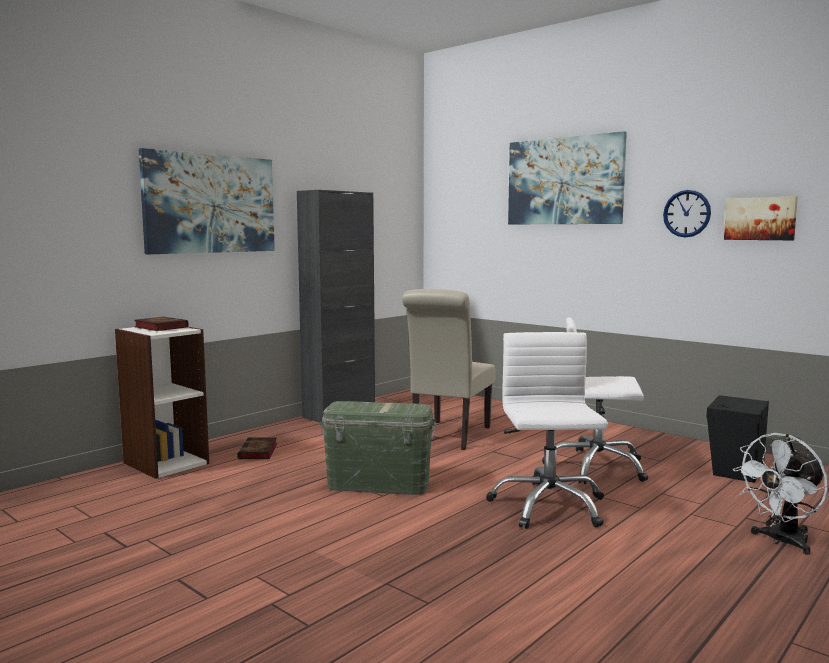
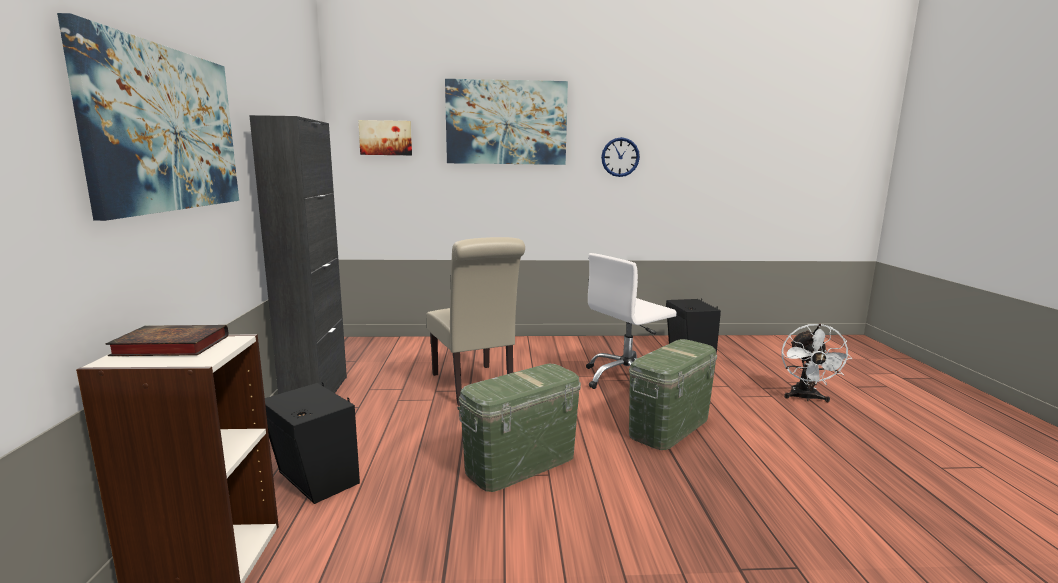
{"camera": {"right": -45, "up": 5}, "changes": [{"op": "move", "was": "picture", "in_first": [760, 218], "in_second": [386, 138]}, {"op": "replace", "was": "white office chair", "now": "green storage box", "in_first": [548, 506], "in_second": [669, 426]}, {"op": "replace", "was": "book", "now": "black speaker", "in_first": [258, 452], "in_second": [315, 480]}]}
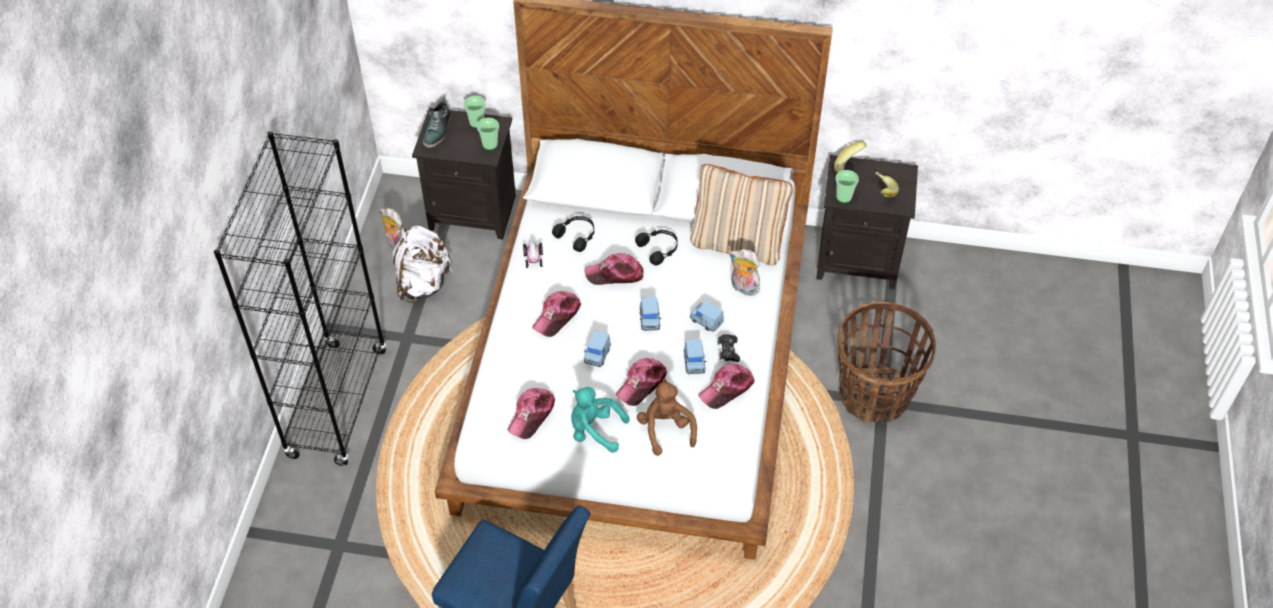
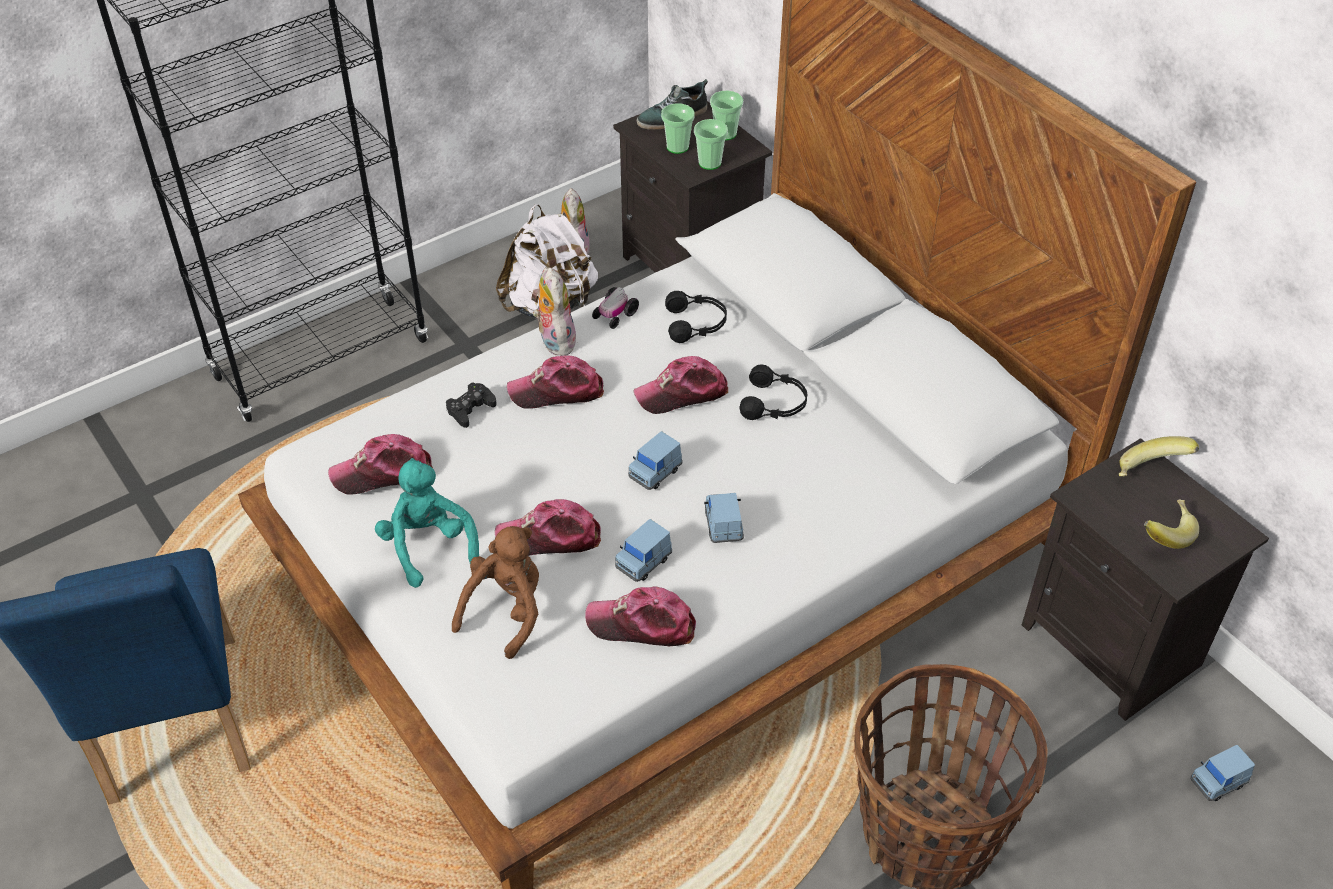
{"camera": {"right": 45, "up": -5}, "changes": [{"op": "delete", "was": "beige pillow", "in_first": [737, 243]}, {"op": "move", "was": "cup", "in_first": [844, 197], "in_second": [677, 147]}, {"op": "move", "was": "plush toy", "in_first": [743, 288], "in_second": [555, 340]}, {"op": "rotate", "was": "cap", "in_first": [614, 274], "in_second": [682, 393], "clockwise": -60}, {"op": "move", "was": "blue toy car", "in_first": [597, 355], "in_second": [1218, 782]}, {"op": "move", "was": "black game controller", "in_first": [728, 351], "in_second": [470, 409]}]}
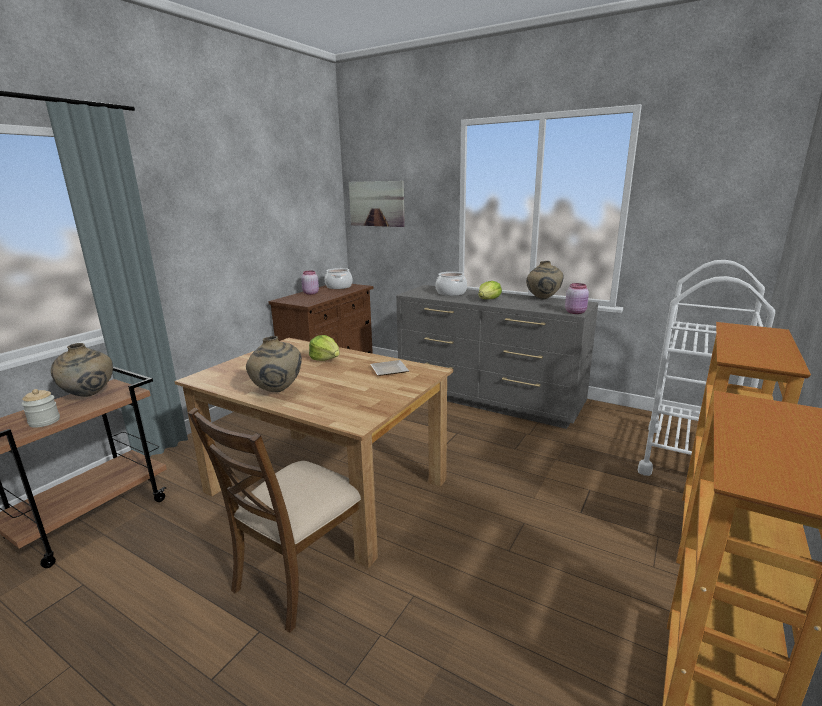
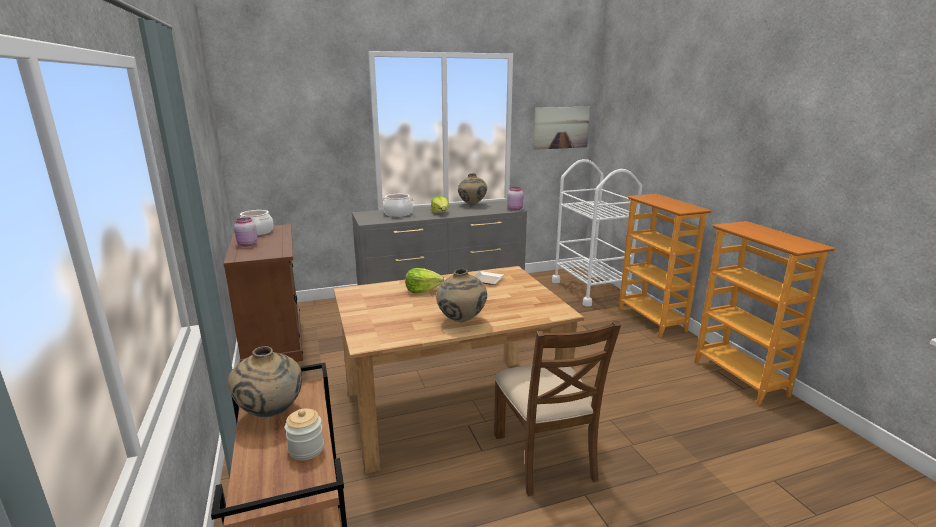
{"camera": {"right": -50, "up": 0}, "changes": [{"op": "move", "was": "picture", "in_first": [376, 203], "in_second": [561, 127]}]}
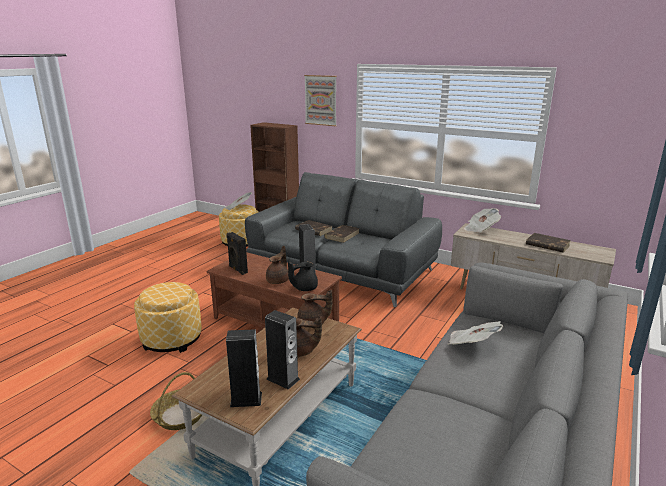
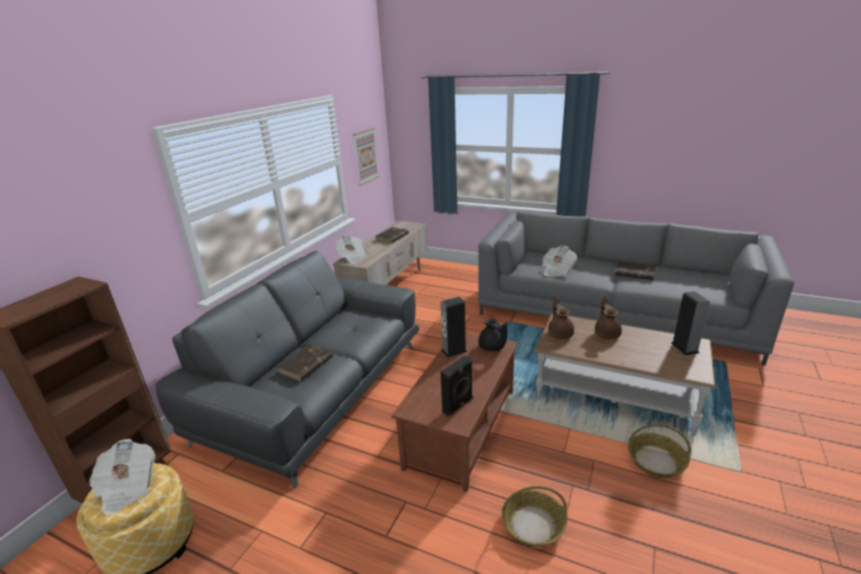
{"camera": {"right": -95, "up": 5}, "changes": [{"op": "move", "was": "picture", "in_first": [321, 100], "in_second": [365, 156]}, {"op": "move", "was": "brown book", "in_first": [342, 235], "in_second": [634, 273]}, {"op": "delete", "was": "brown teapot", "in_first": [278, 280]}, {"op": "replace", "was": "ottoman", "now": "basket", "in_first": [172, 339], "in_second": [532, 525]}, {"op": "delete", "was": "speaker", "in_first": [283, 379]}]}
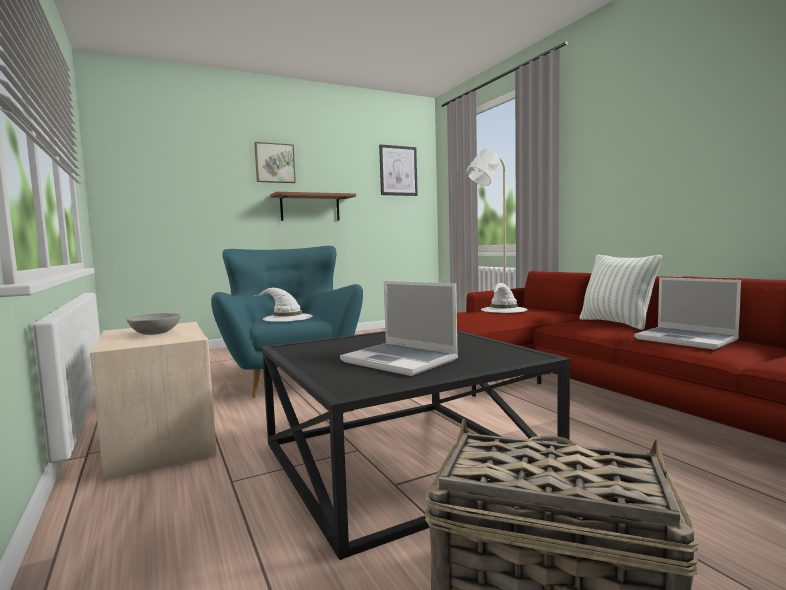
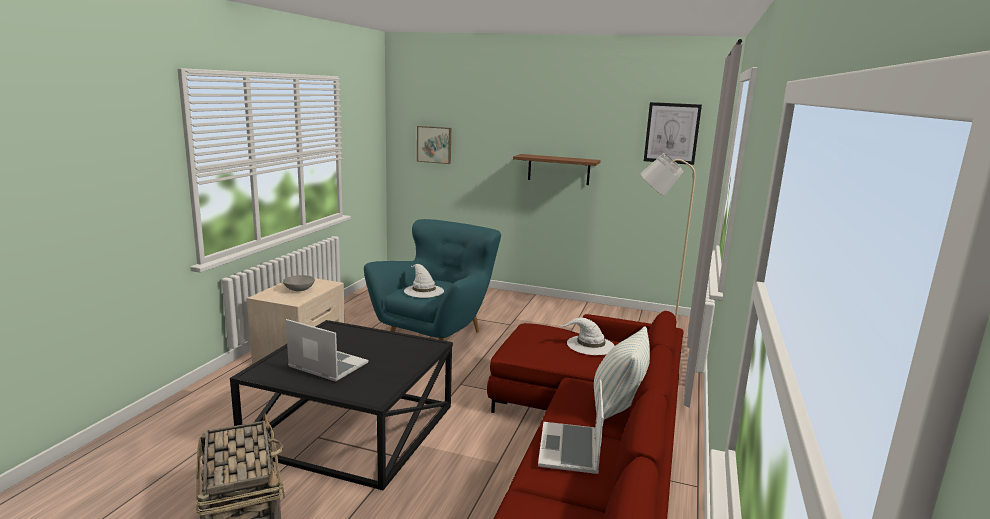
{"camera": {"right": 45, "up": 10}, "changes": [{"op": "move", "was": "picture", "in_first": [274, 163], "in_second": [434, 144]}, {"op": "rotate", "was": "laptop", "in_first": [401, 361], "in_second": [326, 366], "clockwise": 120}]}
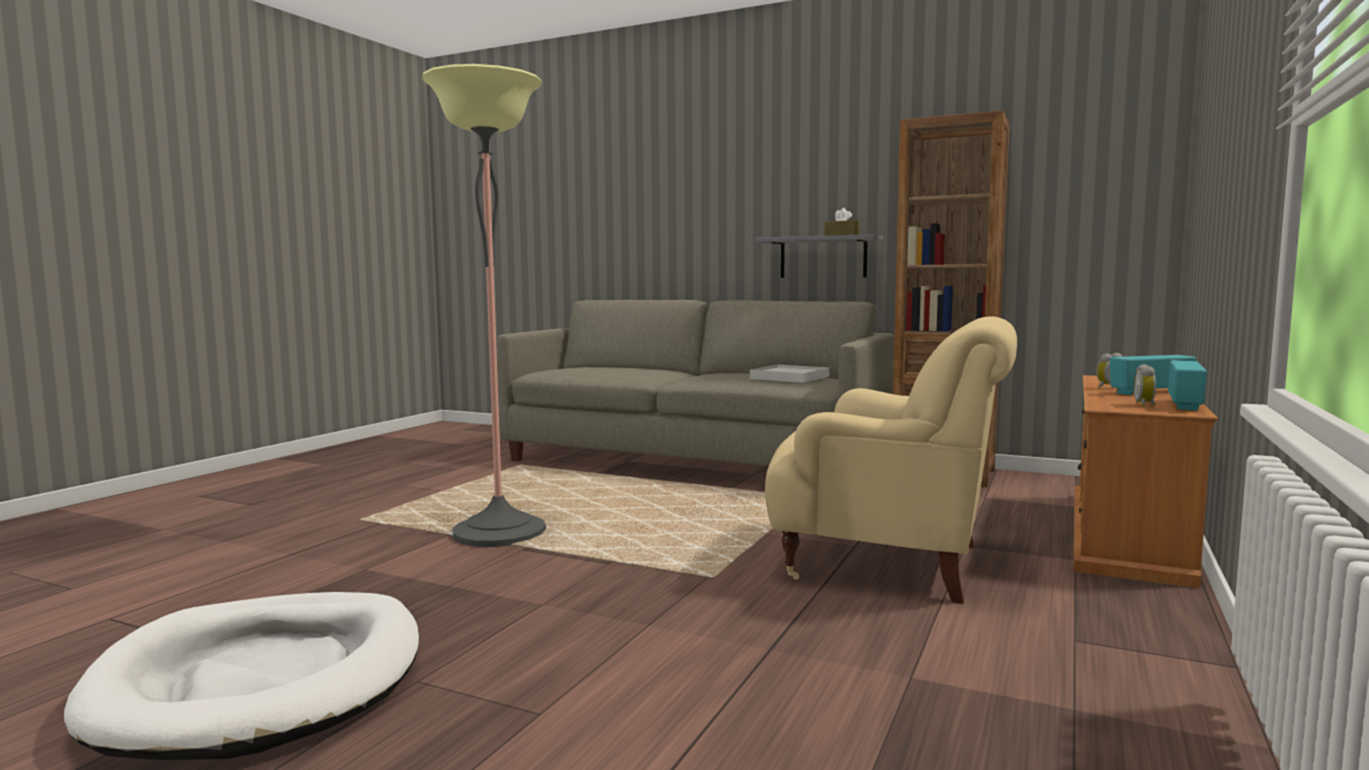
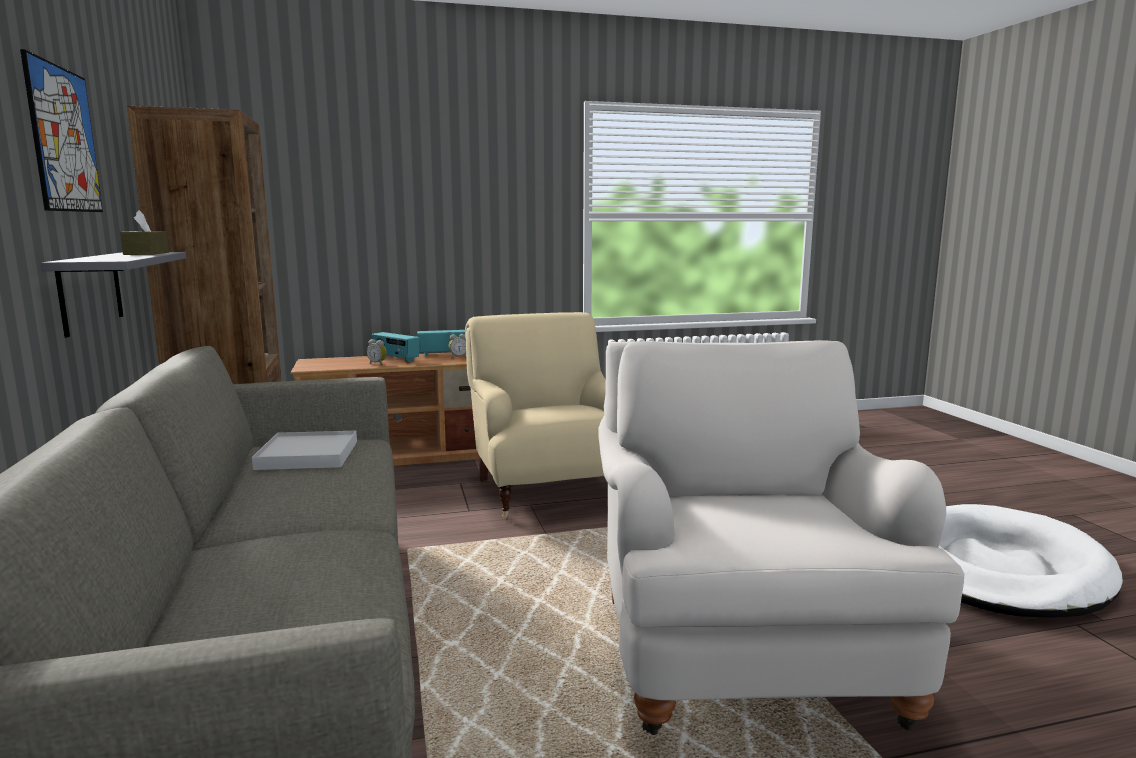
{"camera": {"right": -130, "up": 5}, "changes": [{"op": "replace", "was": "floor lamp", "now": "white armchair", "in_first": [499, 532], "in_second": [739, 647]}, {"op": "insert", "now": "picture", "in_second": [64, 139]}]}
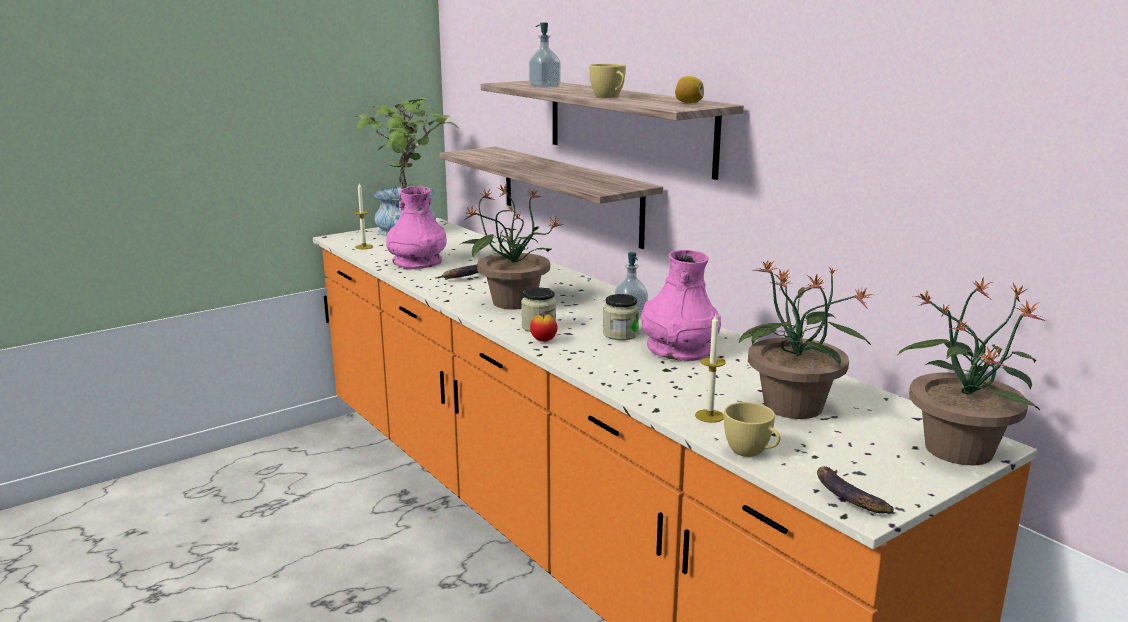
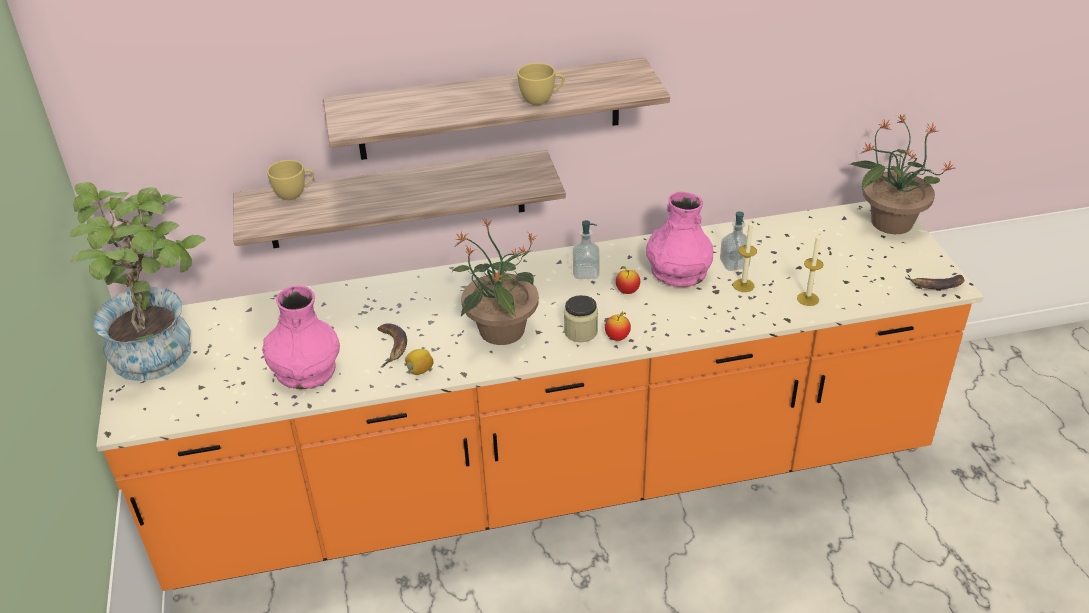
{"camera": {"right": -65, "up": 20}, "changes": [{"op": "move", "was": "soap dispenser", "in_first": [544, 86], "in_second": [734, 264]}, {"op": "move", "was": "lemon", "in_first": [688, 103], "in_second": [420, 370]}, {"op": "move", "was": "candle", "in_first": [364, 247], "in_second": [743, 285]}, {"op": "delete", "was": "potted plant", "in_first": [793, 407]}, {"op": "replace", "was": "jar", "now": "apple", "in_first": [620, 334], "in_second": [627, 291]}, {"op": "move", "was": "yellow cup", "in_first": [751, 452], "in_second": [295, 194]}]}
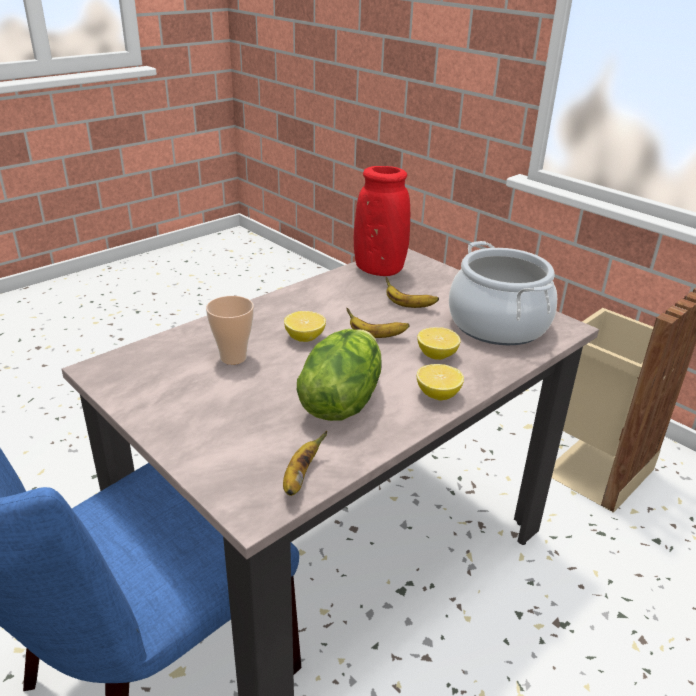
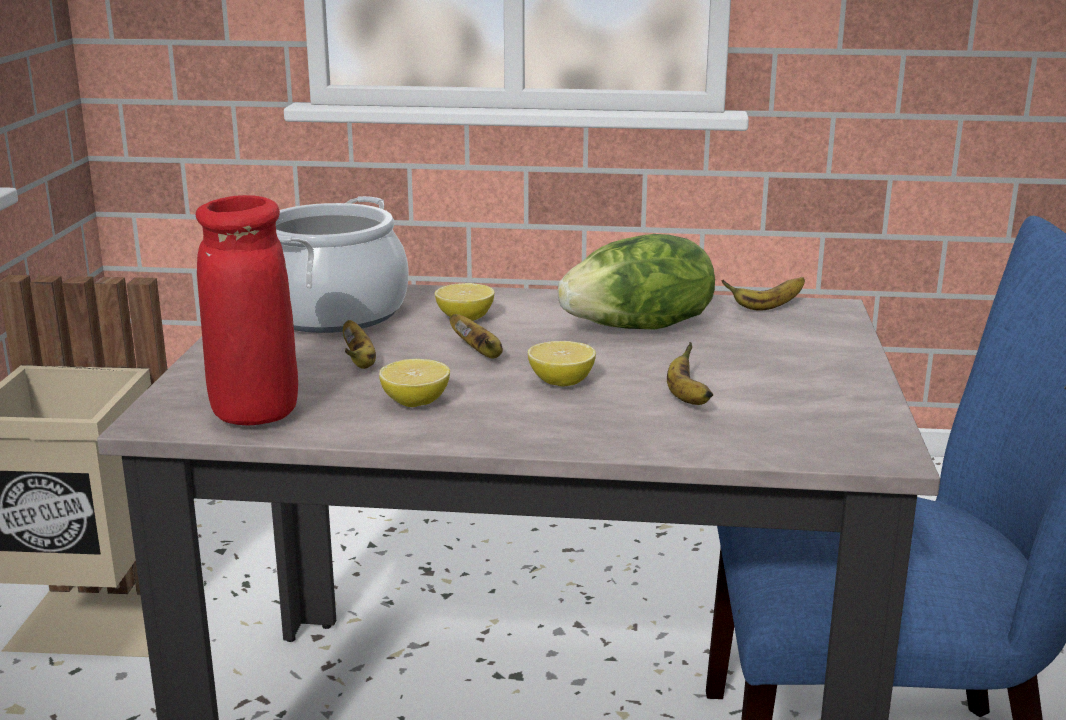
{"camera": {"right": -130, "up": -10}, "changes": [{"op": "replace", "was": "cup", "now": "banana", "in_first": [233, 357], "in_second": [686, 397]}, {"op": "move", "was": "lemon", "in_first": [438, 394], "in_second": [415, 403]}]}
